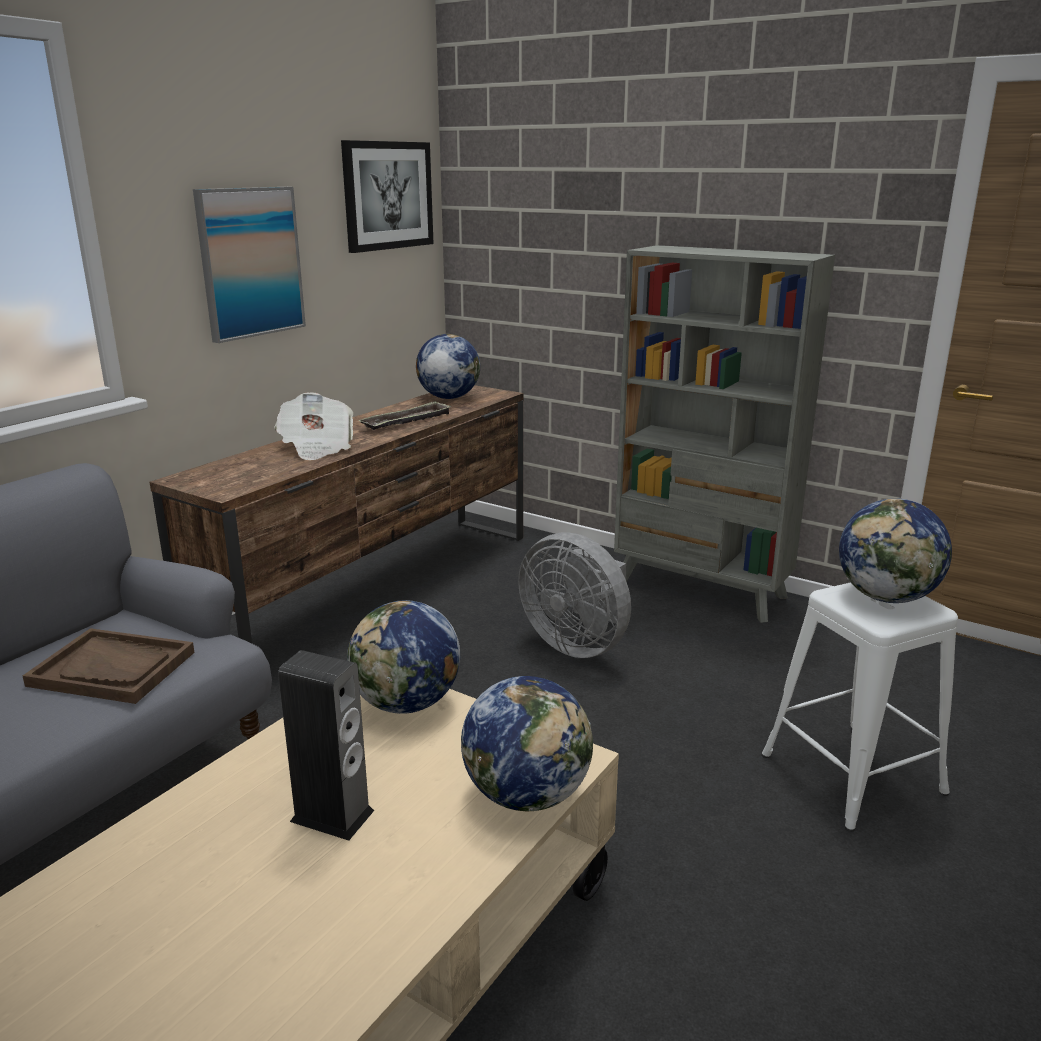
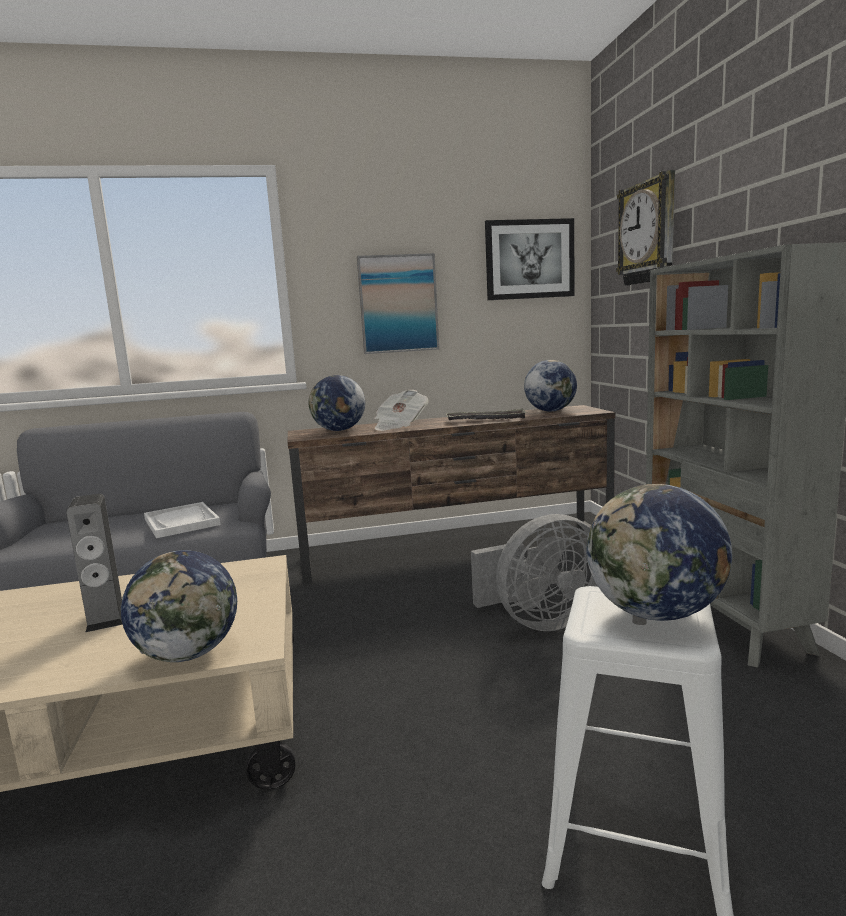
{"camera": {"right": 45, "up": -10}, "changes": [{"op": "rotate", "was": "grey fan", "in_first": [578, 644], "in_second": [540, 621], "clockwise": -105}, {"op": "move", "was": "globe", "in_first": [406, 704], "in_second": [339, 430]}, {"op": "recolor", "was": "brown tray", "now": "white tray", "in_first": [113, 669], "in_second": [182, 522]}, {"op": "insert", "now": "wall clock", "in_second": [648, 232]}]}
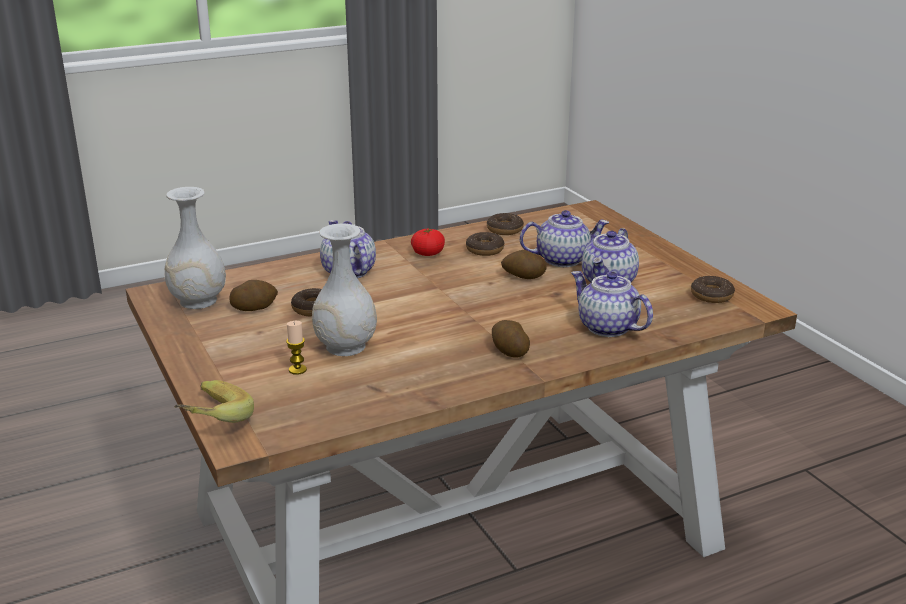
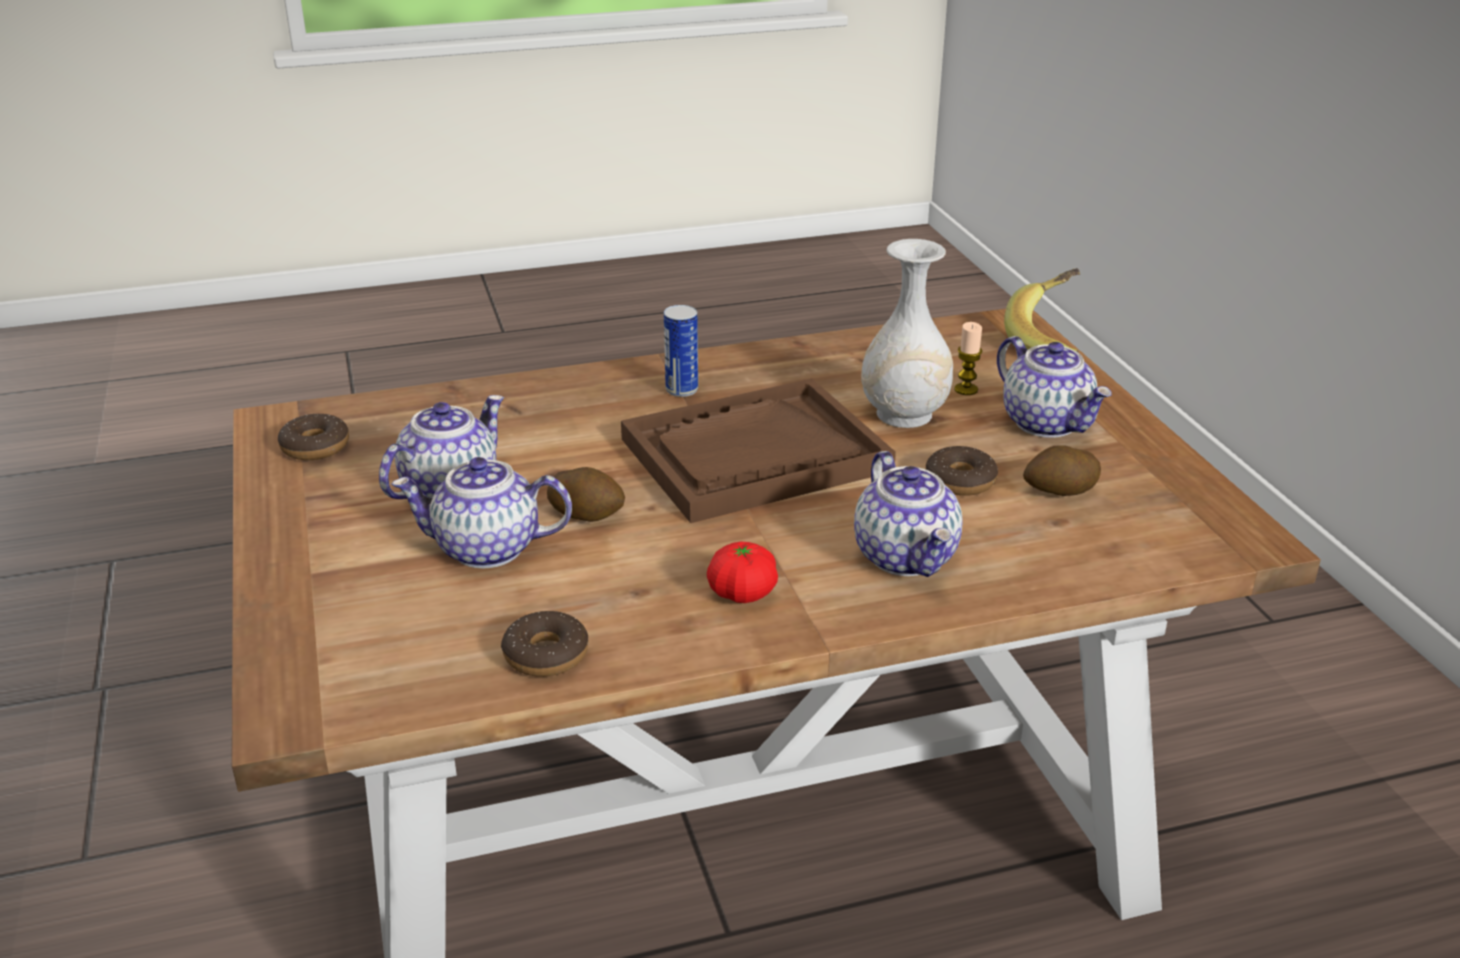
{"camera": {"right": -170, "up": 5}, "changes": [{"op": "delete", "was": "white vase", "in_first": [198, 301]}, {"op": "delete", "was": "donut", "in_first": [485, 250]}, {"op": "move", "was": "teapot", "in_first": [606, 327], "in_second": [1047, 423]}, {"op": "replace", "was": "potato", "now": "can", "in_first": [509, 351], "in_second": [682, 390]}, {"op": "insert", "now": "brown tray", "in_second": [755, 455]}]}
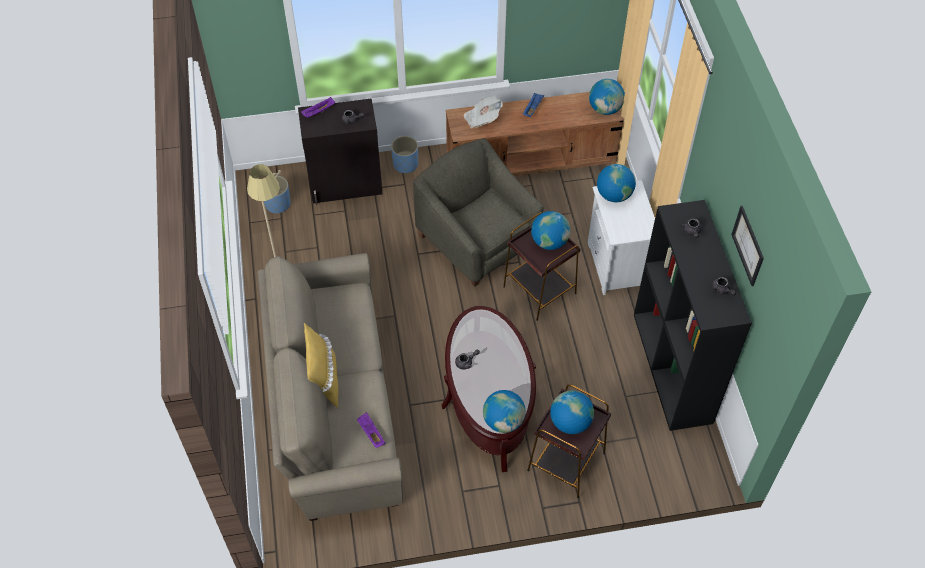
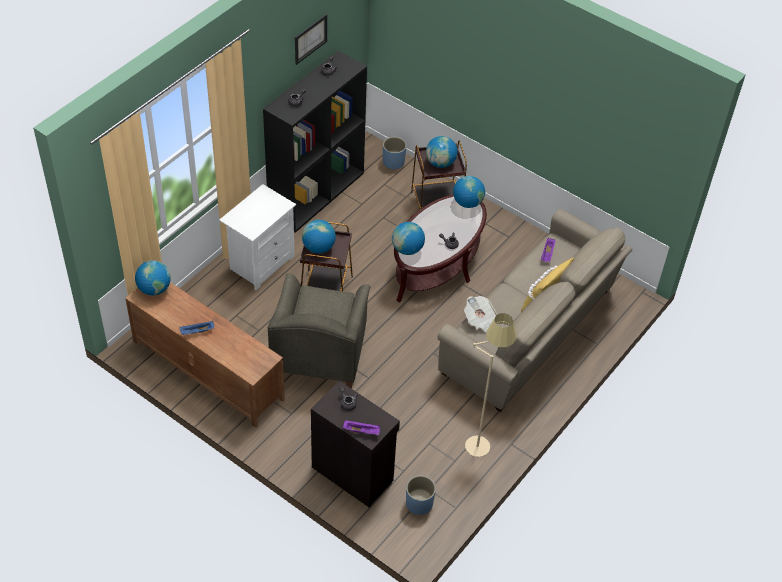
{"camera": {"right": -135, "up": -5}, "changes": [{"op": "move", "was": "newspaper", "in_first": [482, 119], "in_second": [480, 321]}, {"op": "move", "was": "blue planter", "in_first": [405, 164], "in_second": [393, 162]}, {"op": "move", "was": "globe", "in_first": [613, 195], "in_second": [407, 249]}]}
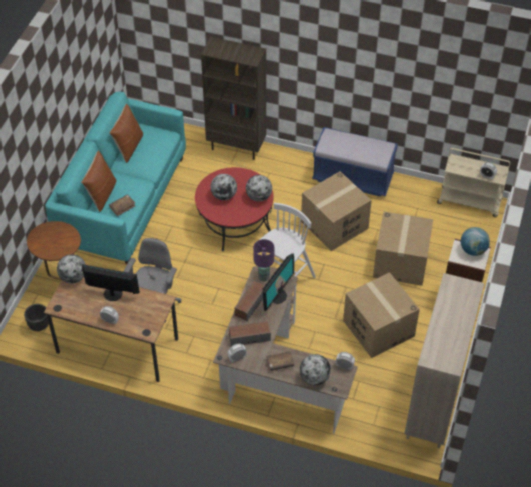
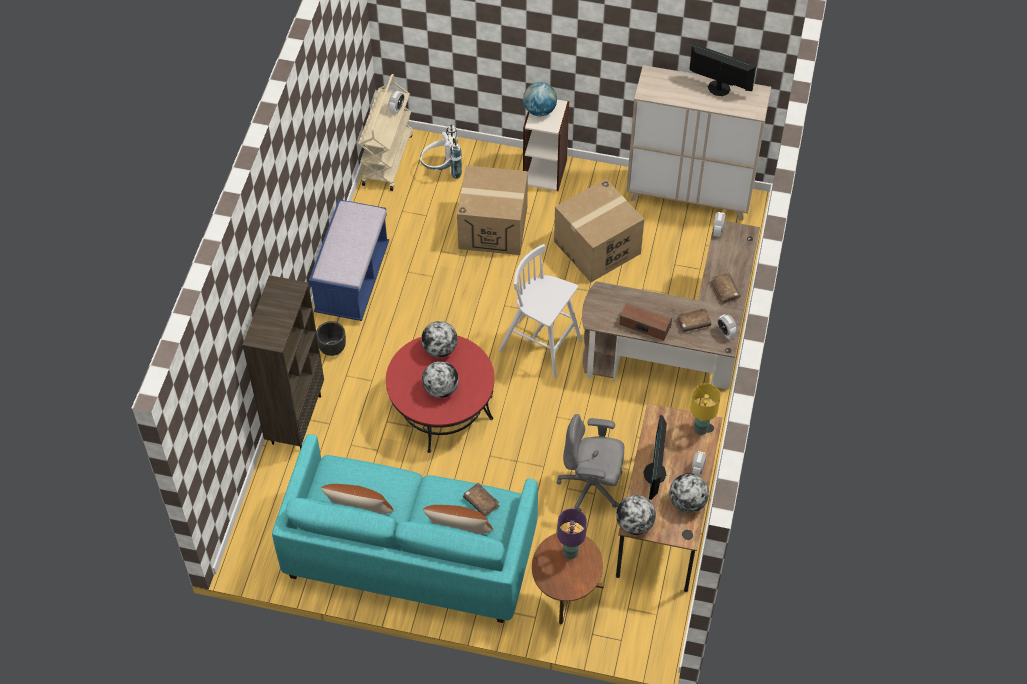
{"camera": {"right": -95, "up": 5}, "changes": [{"op": "delete", "was": "cardboard box", "in_first": [334, 225]}, {"op": "move", "was": "purple table lamp", "in_first": [264, 277], "in_second": [570, 552]}, {"op": "move", "was": "monitor", "in_first": [277, 296], "in_second": [718, 88]}, {"op": "move", "was": "black planter", "in_first": [39, 325], "in_second": [332, 349]}, {"op": "replace", "was": "speaker", "now": "brown book", "in_first": [249, 337], "in_second": [693, 323]}, {"op": "move", "was": "globe", "in_first": [314, 378], "in_second": [687, 502]}, {"op": "insert", "now": "white backpack", "in_second": [442, 170]}, {"op": "insert", "now": "yellow table lamp", "in_second": [700, 428]}]}
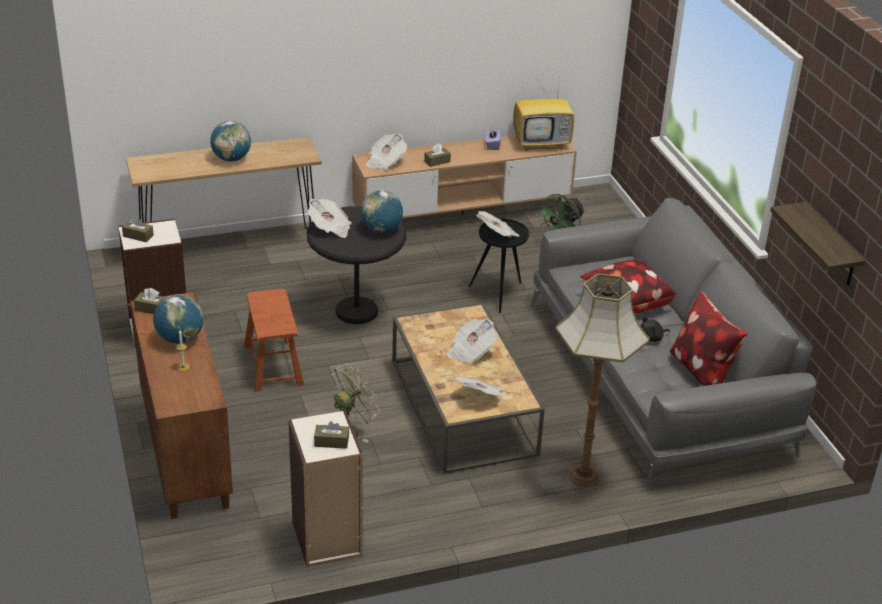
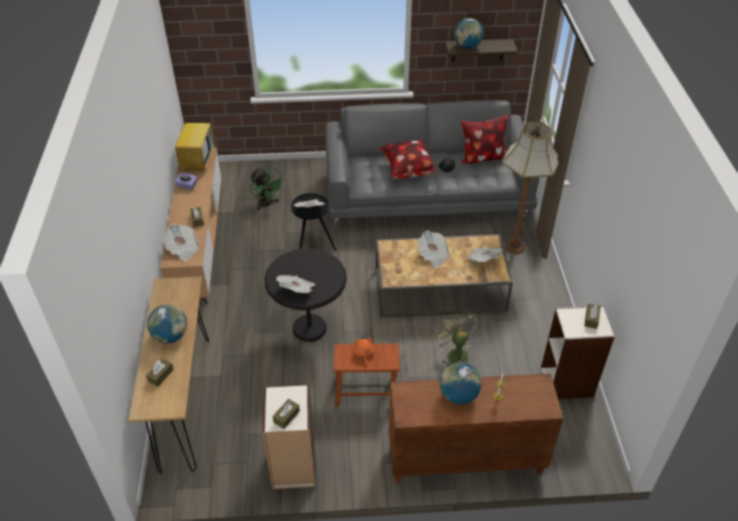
{"camera": {"right": -75, "up": 10}, "changes": [{"op": "move", "was": "globe", "in_first": [381, 230], "in_second": [467, 47]}, {"op": "move", "was": "brown tissue box", "in_first": [151, 309], "in_second": [160, 375]}, {"op": "insert", "now": "orange plush toy", "in_second": [363, 354]}]}
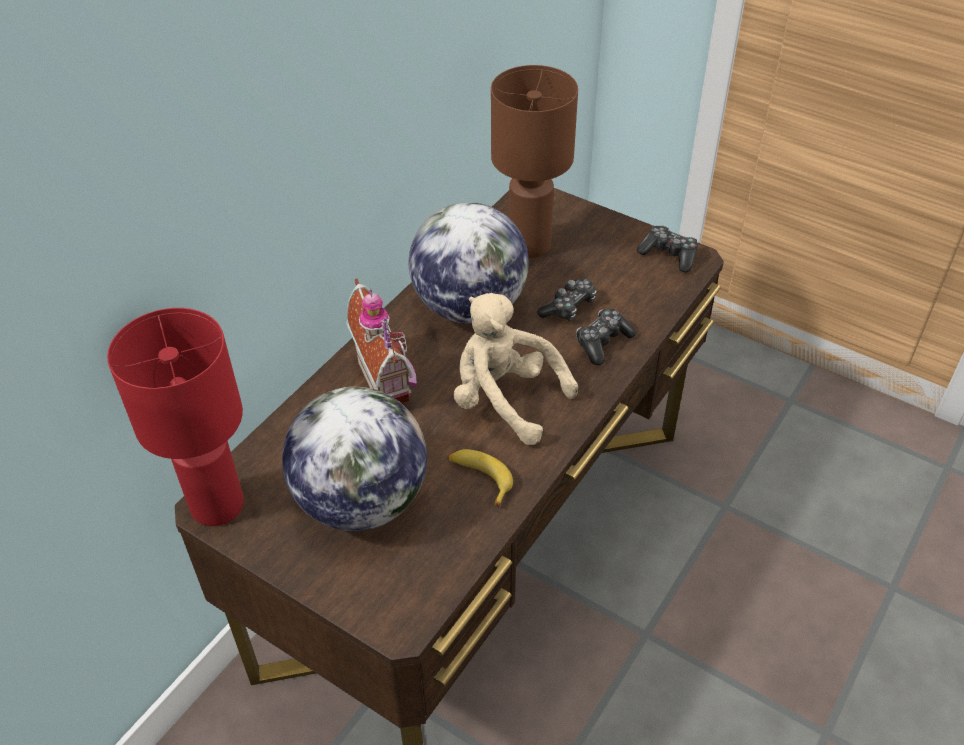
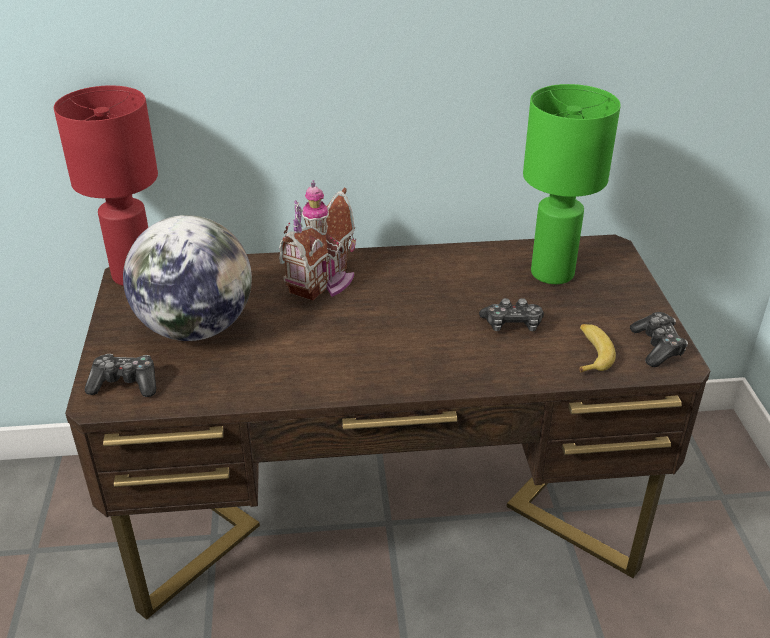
{"camera": {"right": 50, "up": -10}, "changes": [{"op": "recolor", "was": "brown table lamp", "now": "green table lamp", "in_first": [529, 245], "in_second": [552, 272]}, {"op": "delete", "was": "globe", "in_first": [469, 307]}, {"op": "delete", "was": "beige plush toy", "in_first": [505, 400]}, {"op": "move", "was": "game controller", "in_first": [603, 342], "in_second": [125, 384]}, {"op": "move", "was": "banana", "in_first": [479, 478], "in_second": [590, 353]}]}
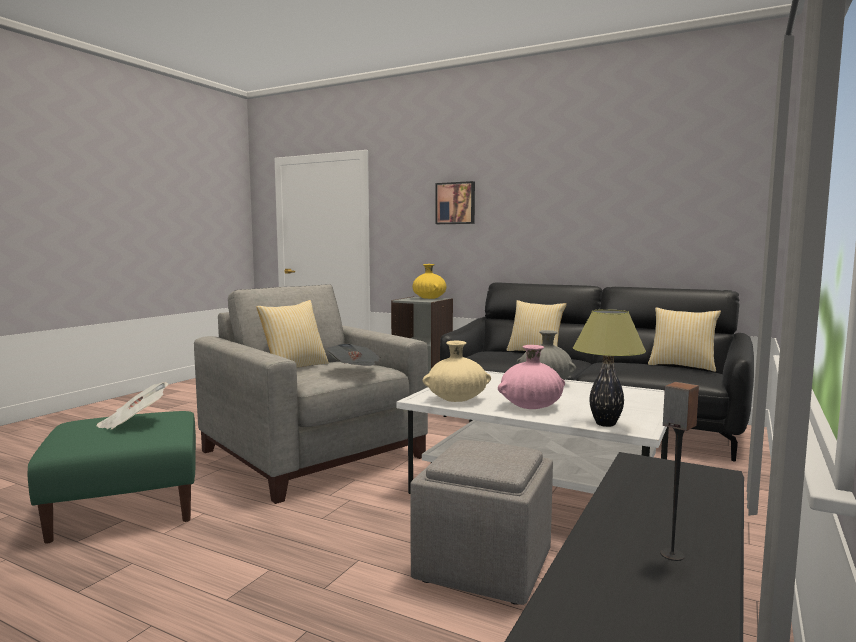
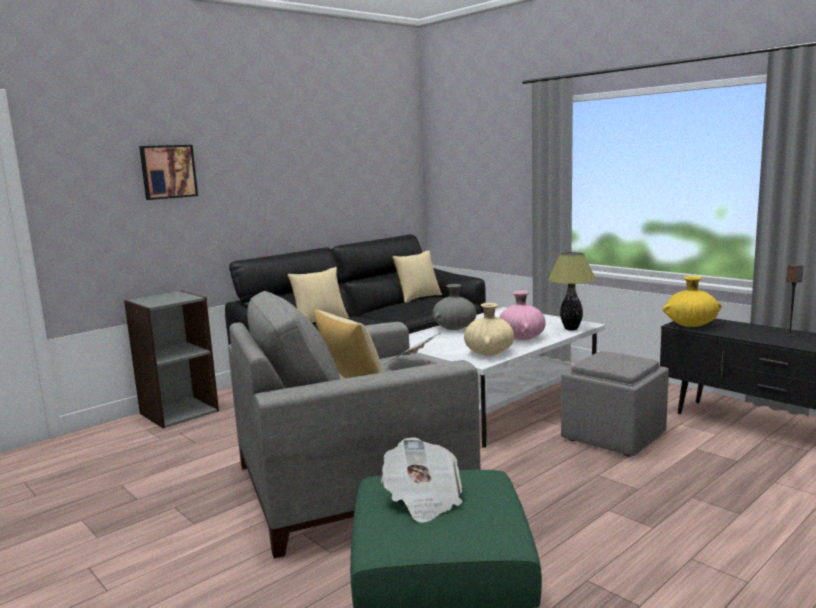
{"camera": {"right": -70, "up": 5}, "changes": [{"op": "move", "was": "yellow vase", "in_first": [429, 298], "in_second": [691, 325]}]}
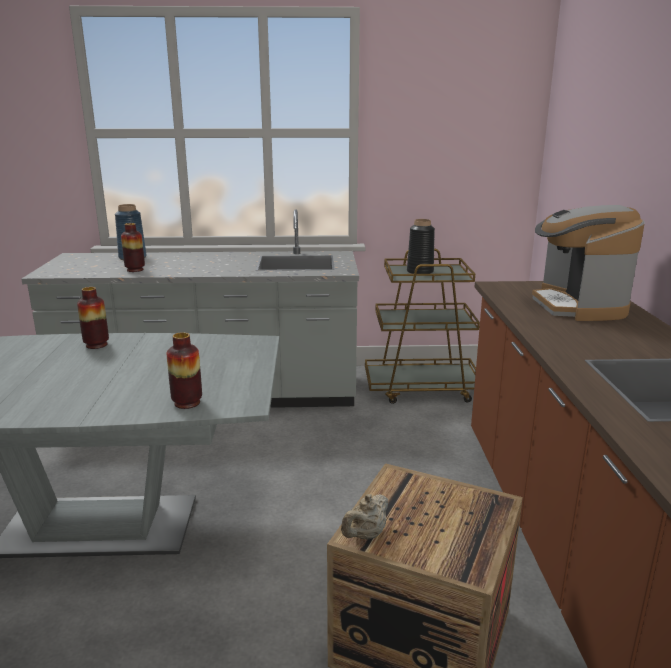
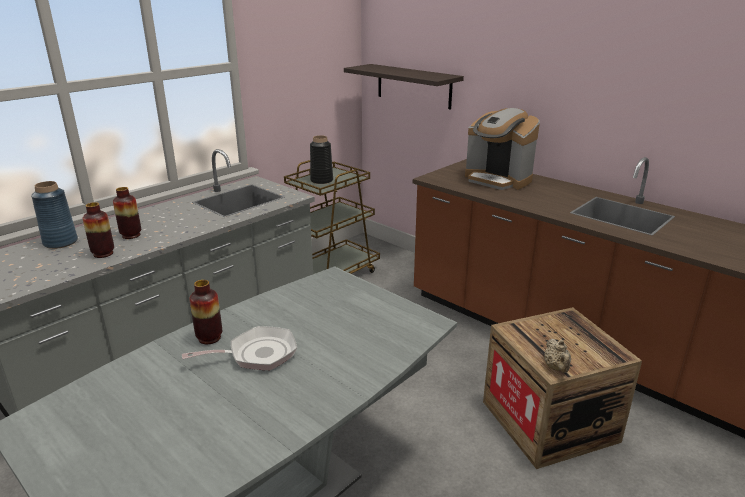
{"camera": {"right": -45, "up": 5}, "changes": [{"op": "move", "was": "vase", "in_first": [187, 403], "in_second": [131, 235]}, {"op": "insert", "now": "shelf", "in_second": [413, 86]}, {"op": "insert", "now": "frying pan", "in_second": [257, 354]}]}
